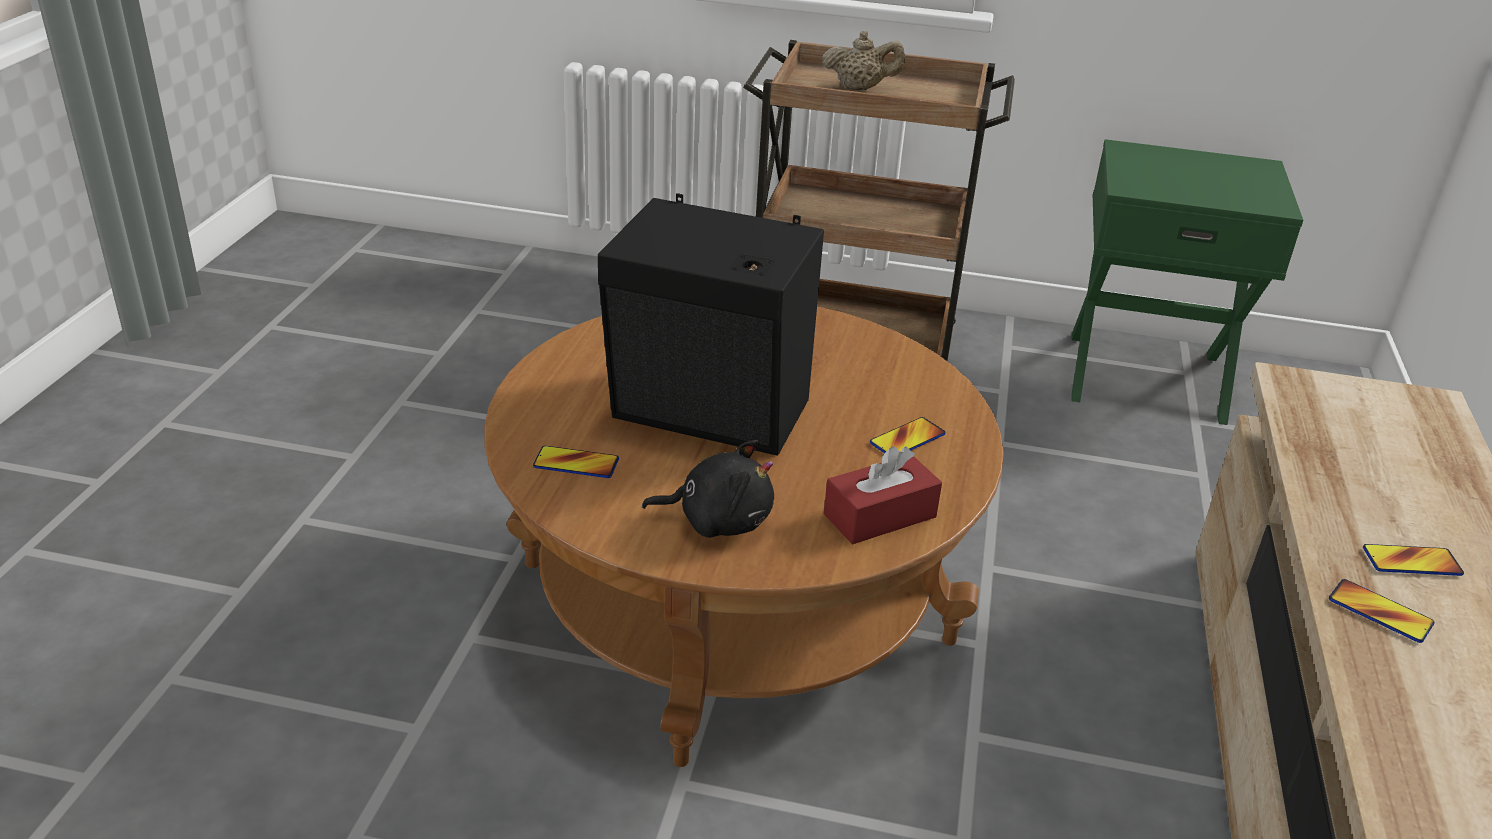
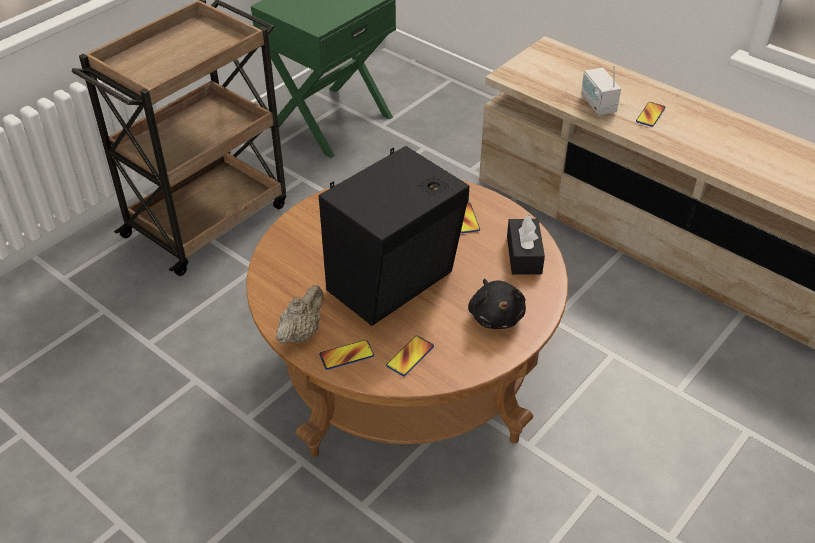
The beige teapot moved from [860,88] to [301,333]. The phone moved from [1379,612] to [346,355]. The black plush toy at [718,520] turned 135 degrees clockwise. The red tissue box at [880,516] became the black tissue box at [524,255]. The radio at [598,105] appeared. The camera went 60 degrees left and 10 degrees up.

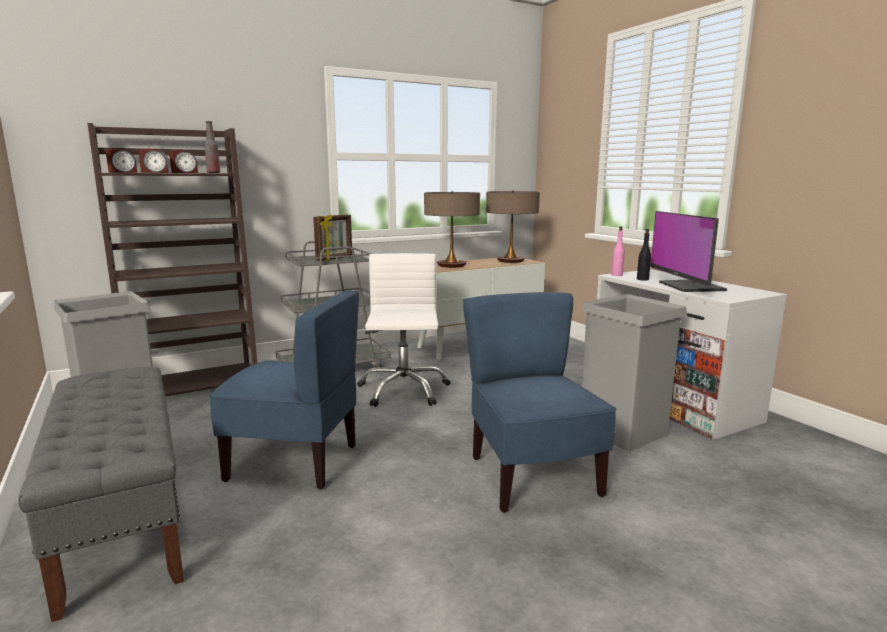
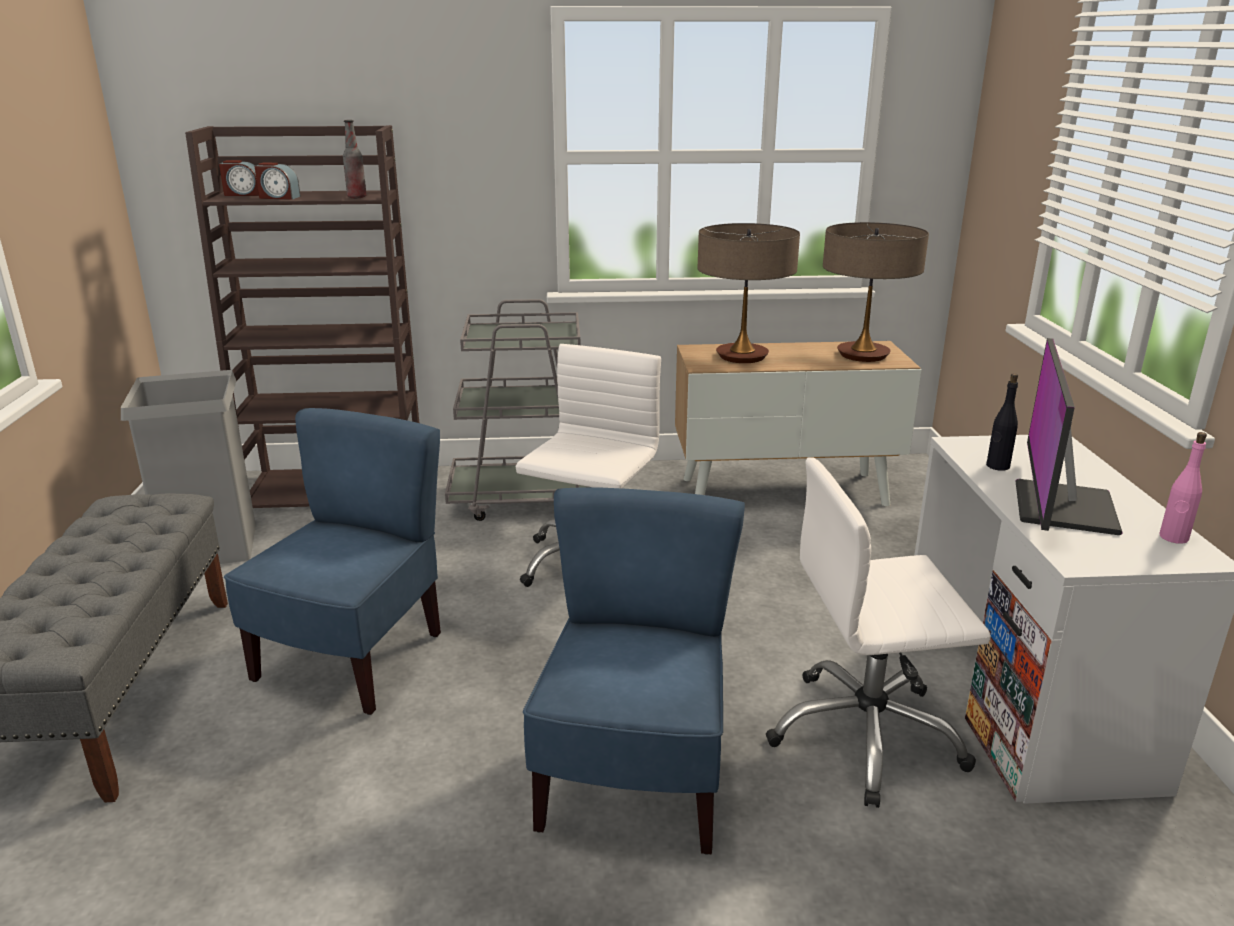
The blue chair at [294,461] turned 105 degrees counterclockwise. The grey trash can at [622,430] was replaced by the white office chair at [866,736]. The pink bottle moved from [617,275] to [1173,537]. The alarm clock at [184,172] disappeared. The picture frame at [335,259] disappeared. The camera went 25 degrees right and 10 degrees up.

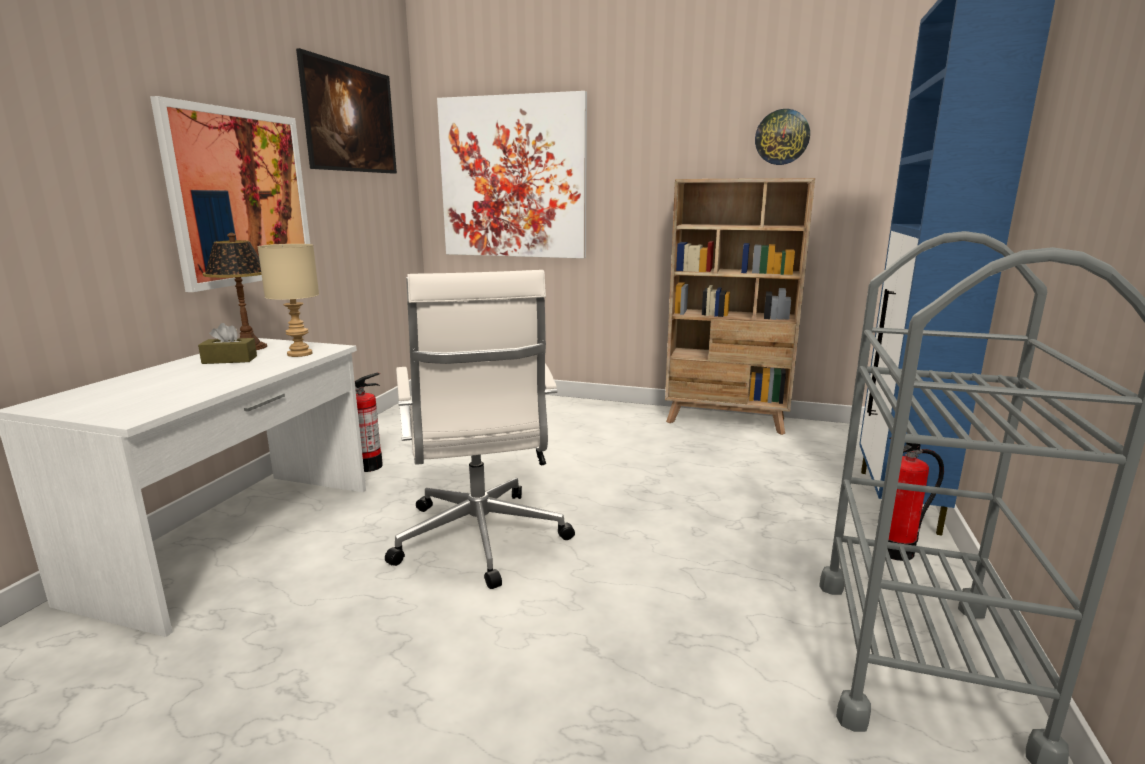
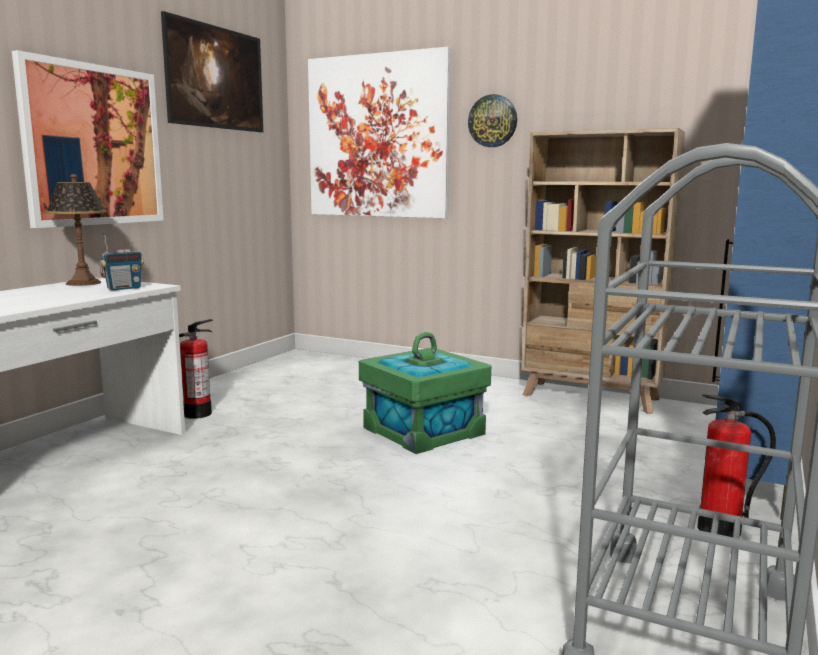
The beige table lamp at [300,353] was replaced by the radio at [123,288]. The green storage box at [424,431] appeared. The wall clock moved from [782,137] to [492,121]. The brown tissue box at [230,360] disappeared. The white office chair at [480,540] disappeared. The camera went 10 degrees right and 5 degrees down.

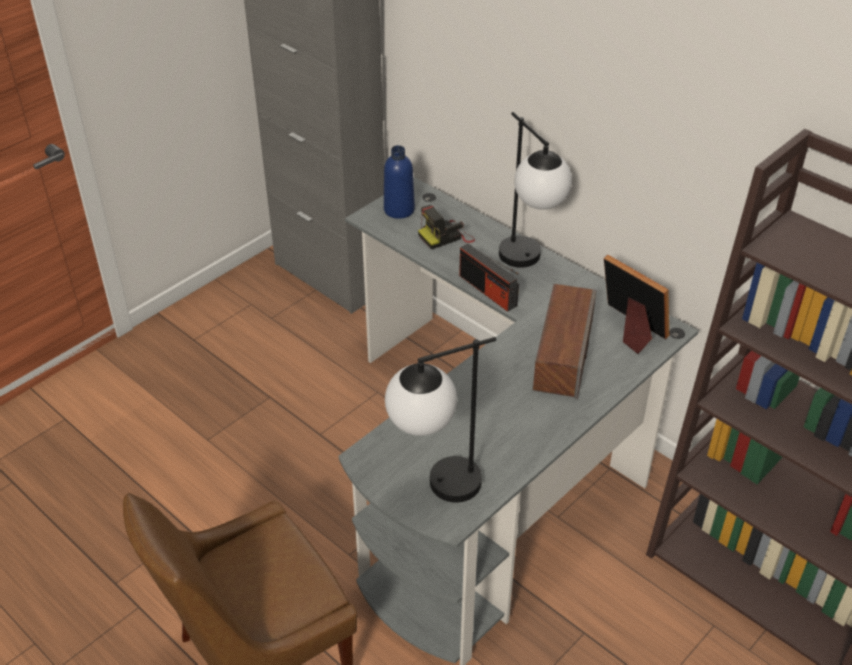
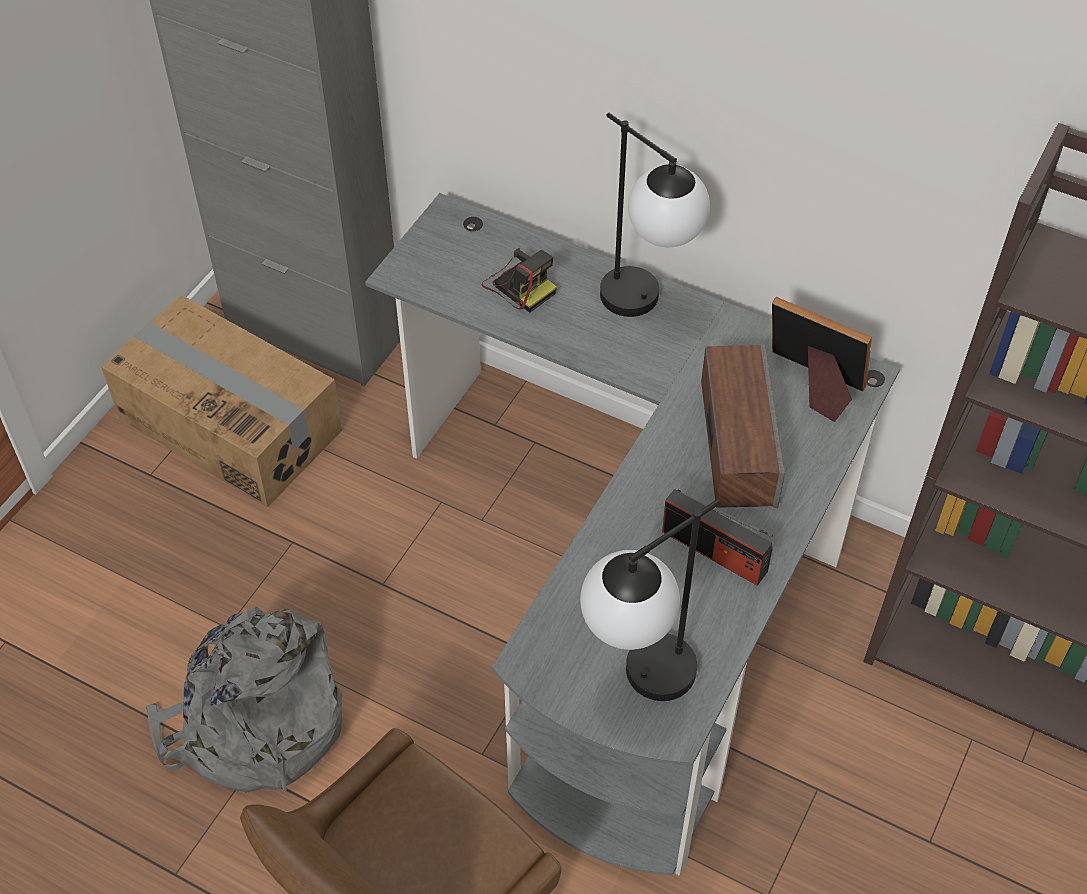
The cardboard box at [231,423] appeared. The grey backpack at [255,726] appeared. The photo camera at [446,236] turned 90 degrees counterclockwise. The radio moved from [488,290] to [714,552]. The blue bottle at [399,210] disappeared. The camera went 15 degrees left and 10 degrees up.

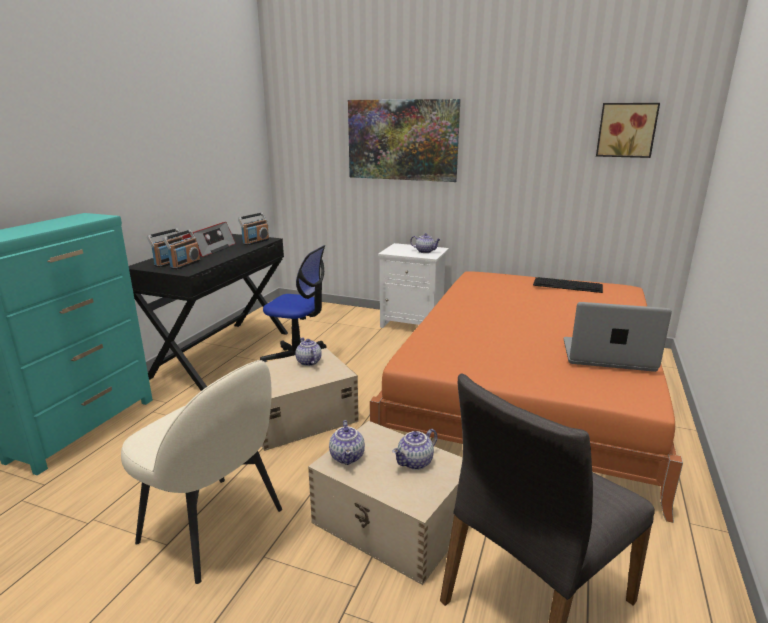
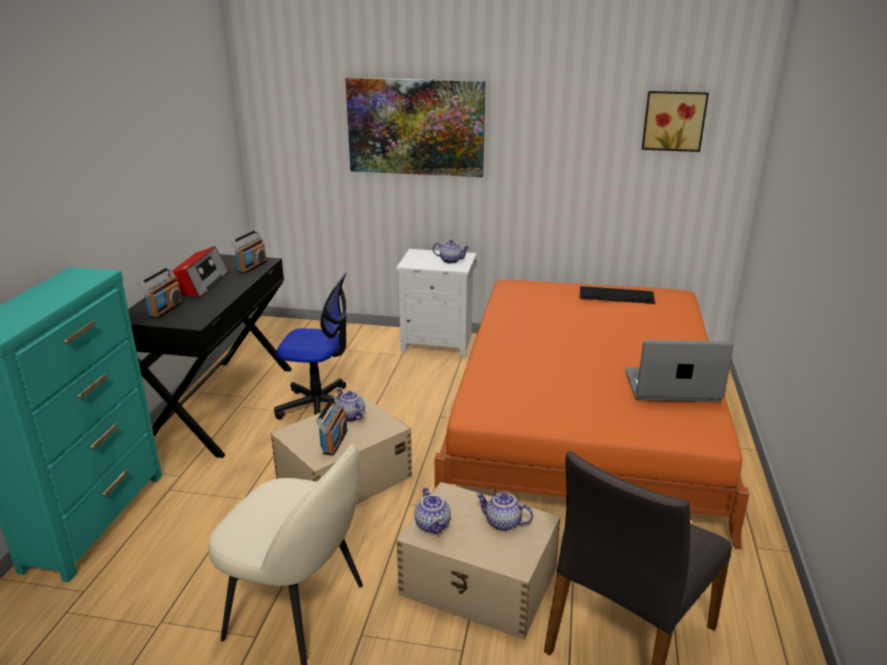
The radio moved from [185,264] to [334,442]. The teapot at [415,463] turned 75 degrees clockwise. The camera went 10 degrees left and 5 degrees up.

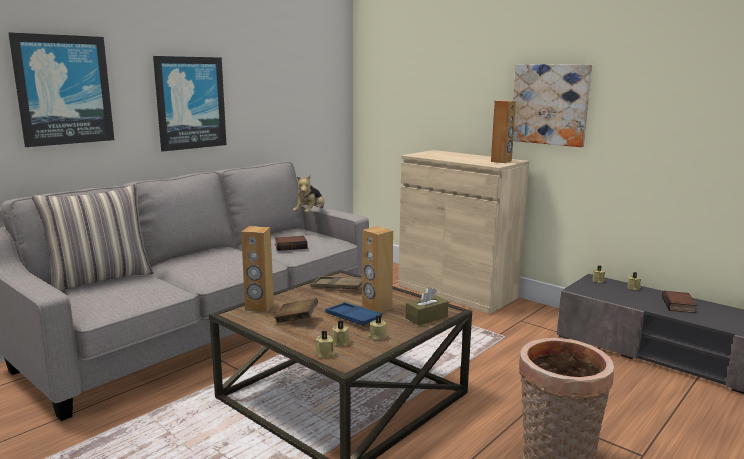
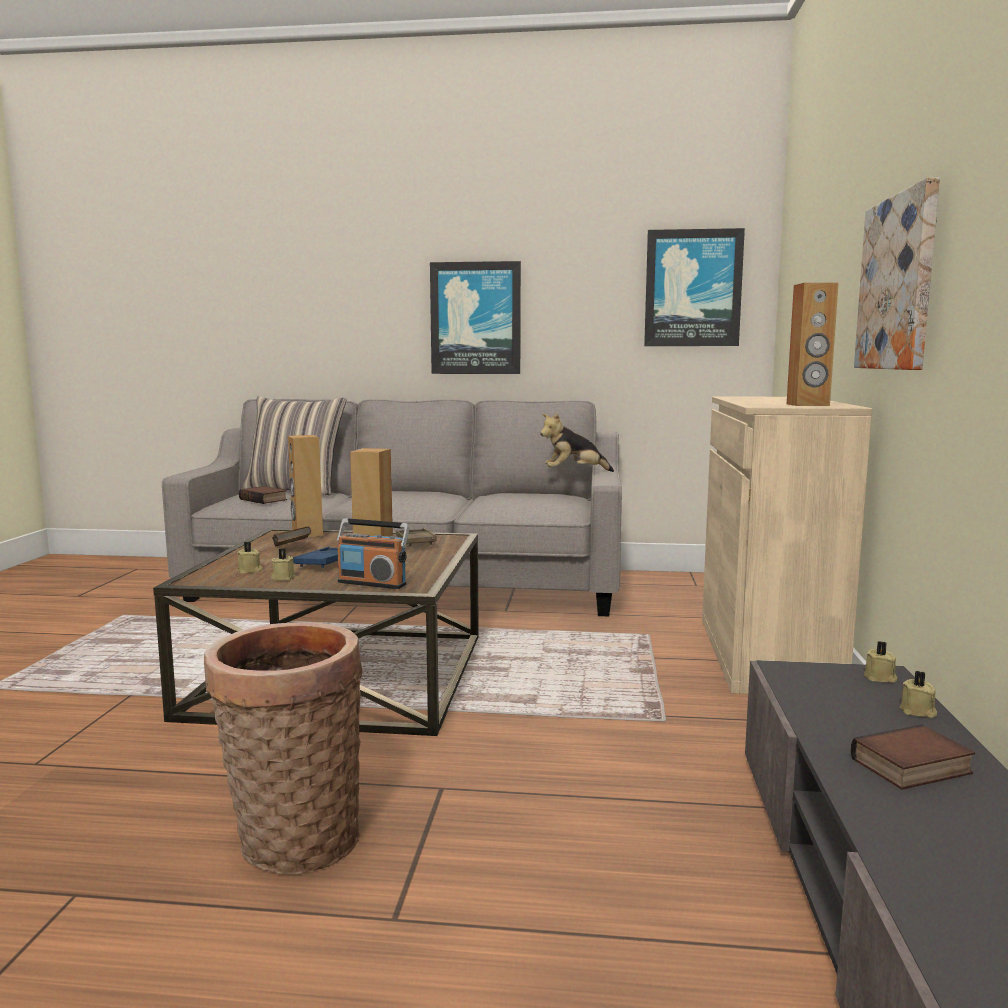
The book moved from [291,246] to [265,499]. The brown tissue box at [426,317] was replaced by the radio at [372,583]. The picture moved from [64,90] to [693,288]. The beige candle at [325,353] disappeared. The camera went 55 degrees right and 5 degrees down.

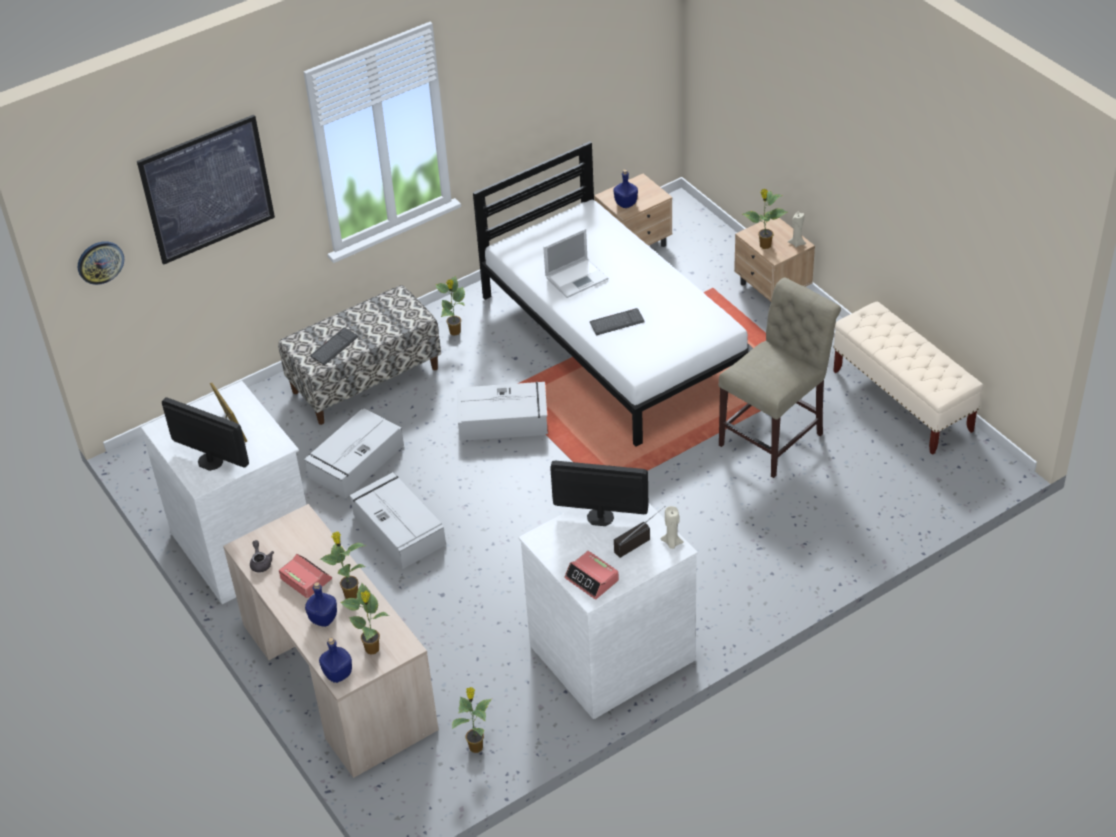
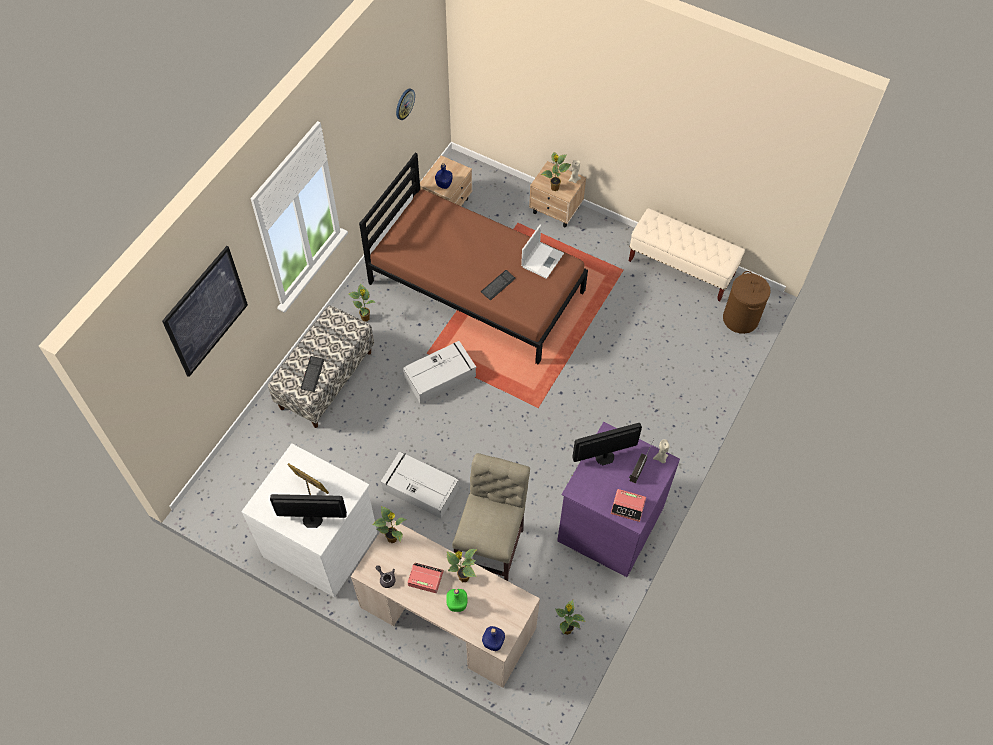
The white bed at [614,340] became the brown bed at [476,287]. The potted plant moved from [373,649] to [393,538]. The wall clock moved from [100,262] to [404,103]. The blue bottle at [324,619] became the green bottle at [457,604]. The beige chair moved from [775,436] to [491,546]. The laptop moved from [577,277] to [542,259]. The white dresser at [610,651] became the purple dresser at [609,523]. The brown laundry basket at [740,319] appeared. The grey storage box at [355,462] disappeared. The camera went 30 degrees left and 15 degrees up.

